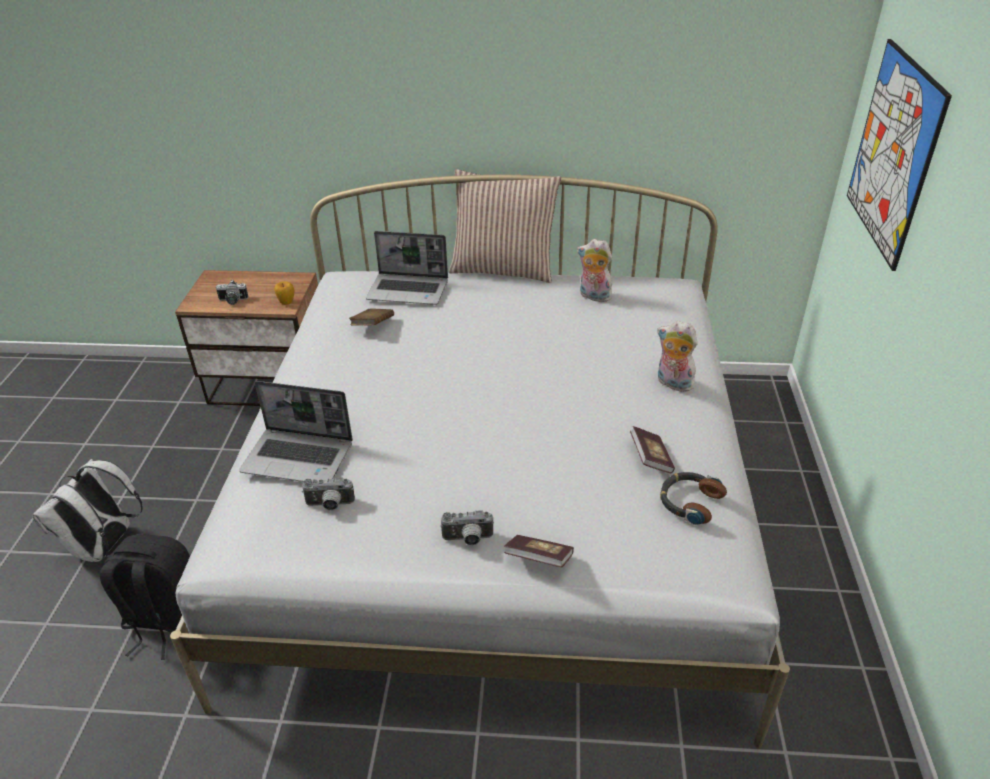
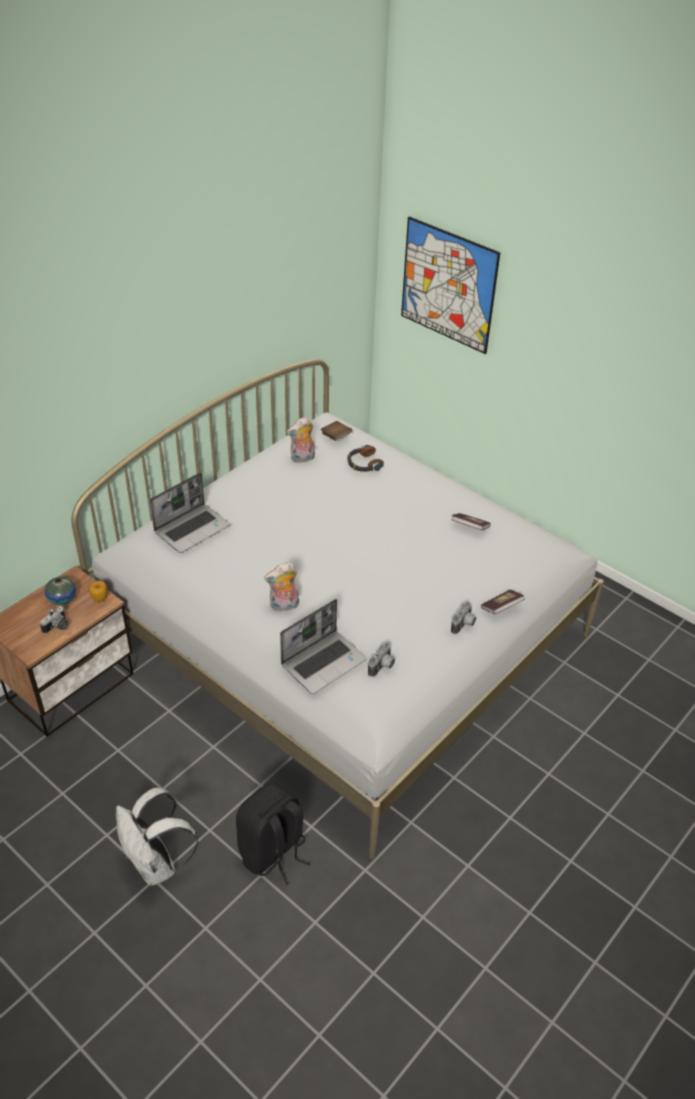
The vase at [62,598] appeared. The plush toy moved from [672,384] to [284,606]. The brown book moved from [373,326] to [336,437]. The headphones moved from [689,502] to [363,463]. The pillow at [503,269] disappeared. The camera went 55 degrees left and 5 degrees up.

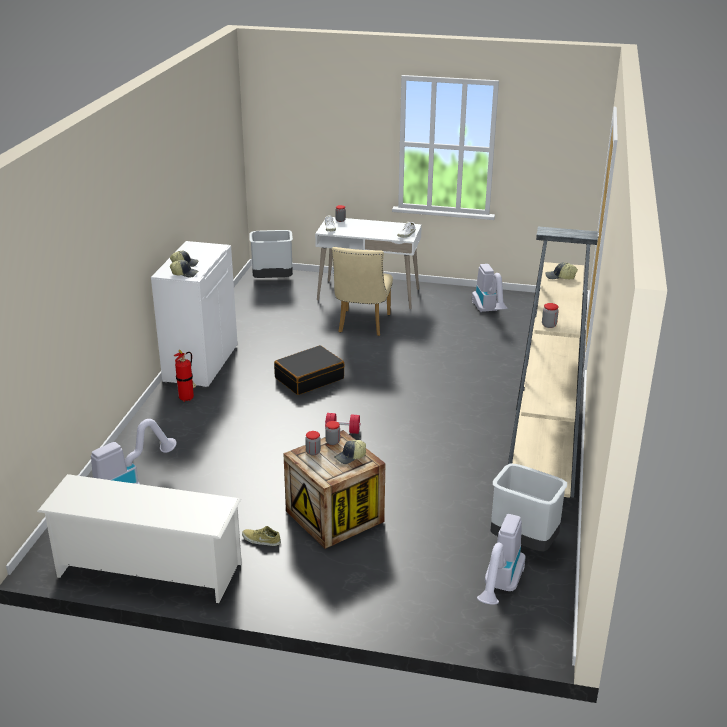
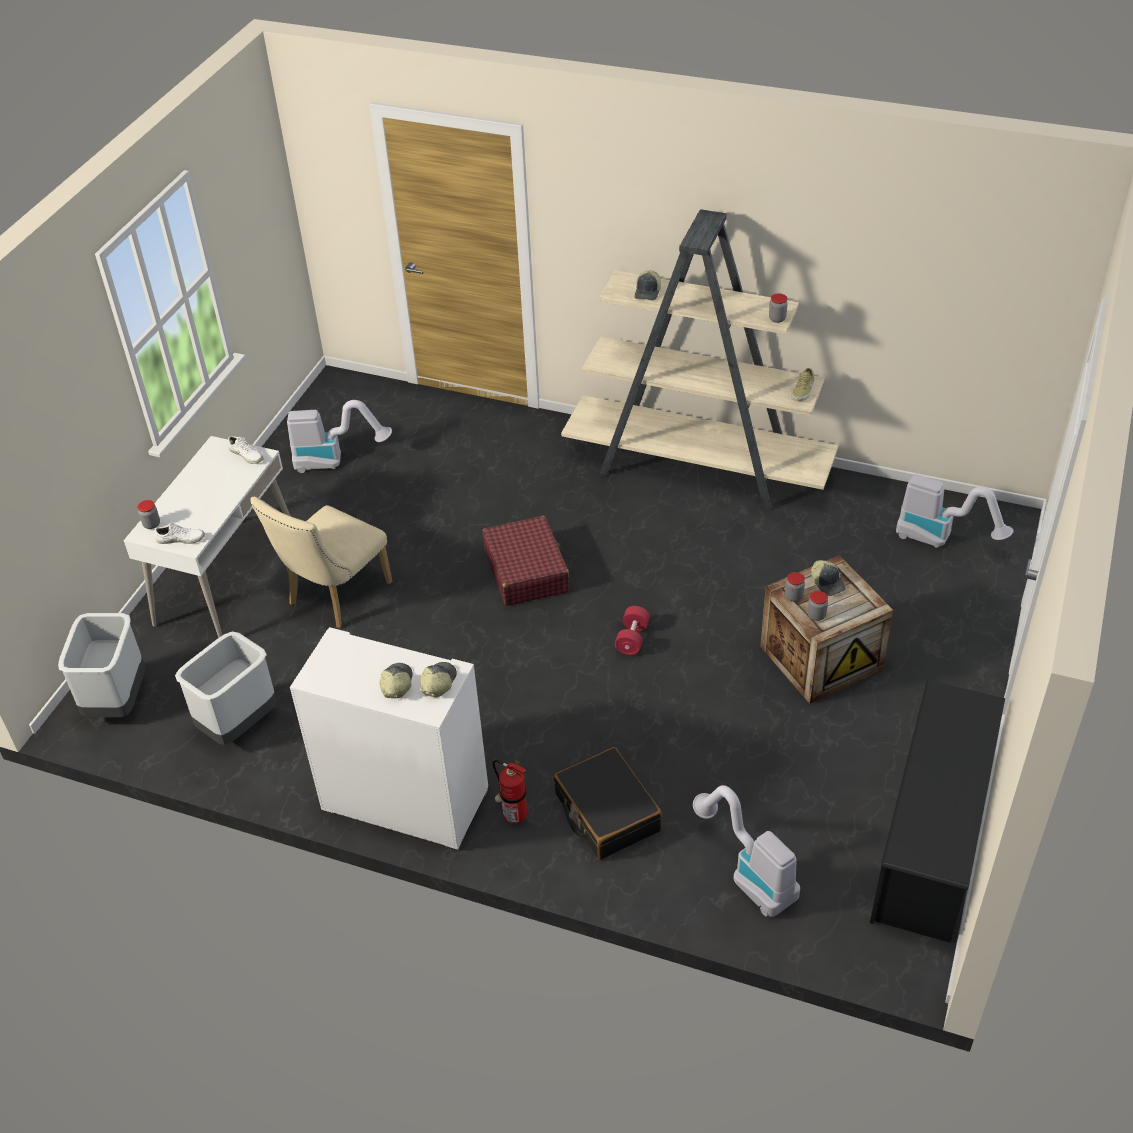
The grey trash can moved from [522,543] to [239,725]. The beige chair at [362,325] turned 105 degrees clockwise. The red suitcase at [526,571] appeared. The black suitcase moved from [309,378] to [606,813]. The beige shoe moved from [261,540] to [803,391]. The white shoe rack at [148,570] became the black shoe rack at [930,842]. The camera went 80 degrees left and 15 degrees up.

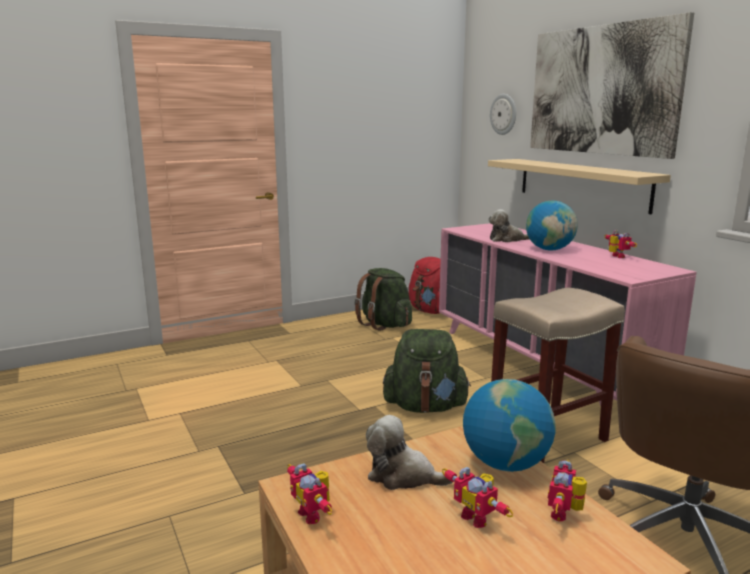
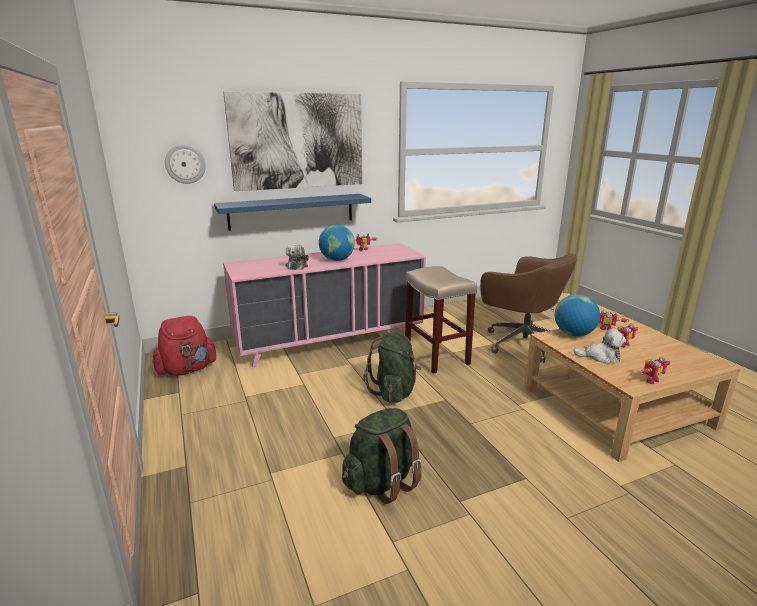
The beige shelf at [581,184] became the blue shelf at [292,211]. The green backpack moved from [384,325] to [382,482]. The plush toy at [403,476] turned 105 degrees counterclockwise. The camera went 85 degrees left and 5 degrees up.

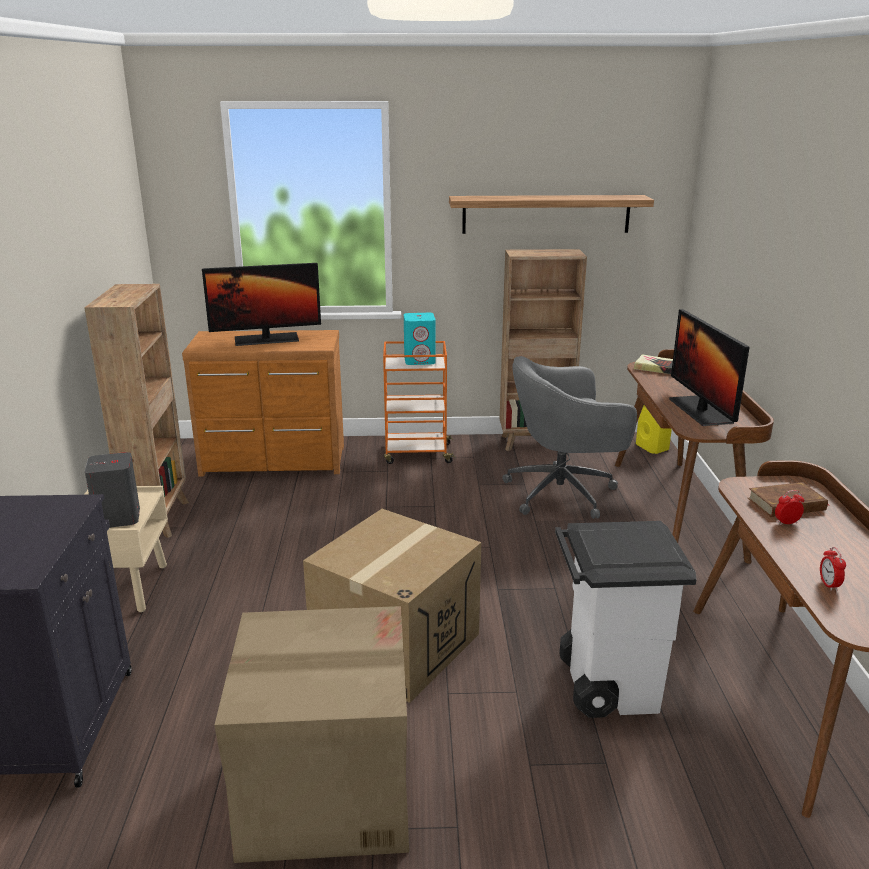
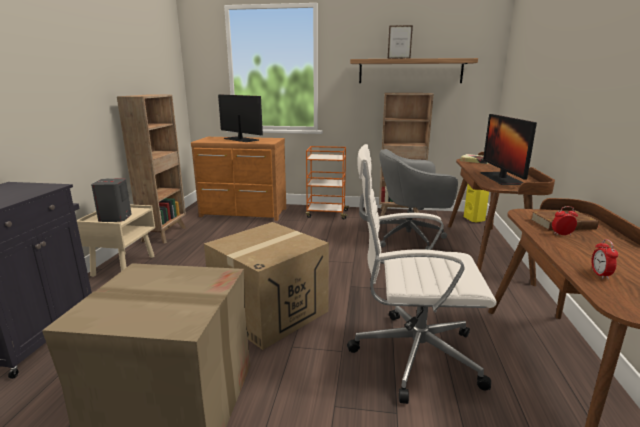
The monitor at [266,339] turned 135 degrees counterclockwise. The white trash can at [607,685] was replaced by the white office chair at [412,354]. The picture frame at [399,58] appeared. The turquoise speaker at [420,360] disappeared. The camera went 10 degrees right and 5 degrees down.

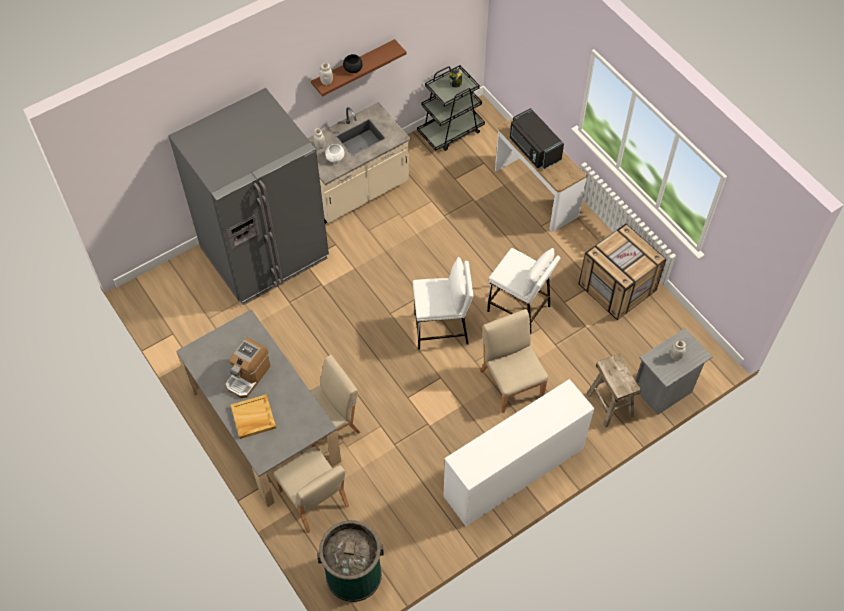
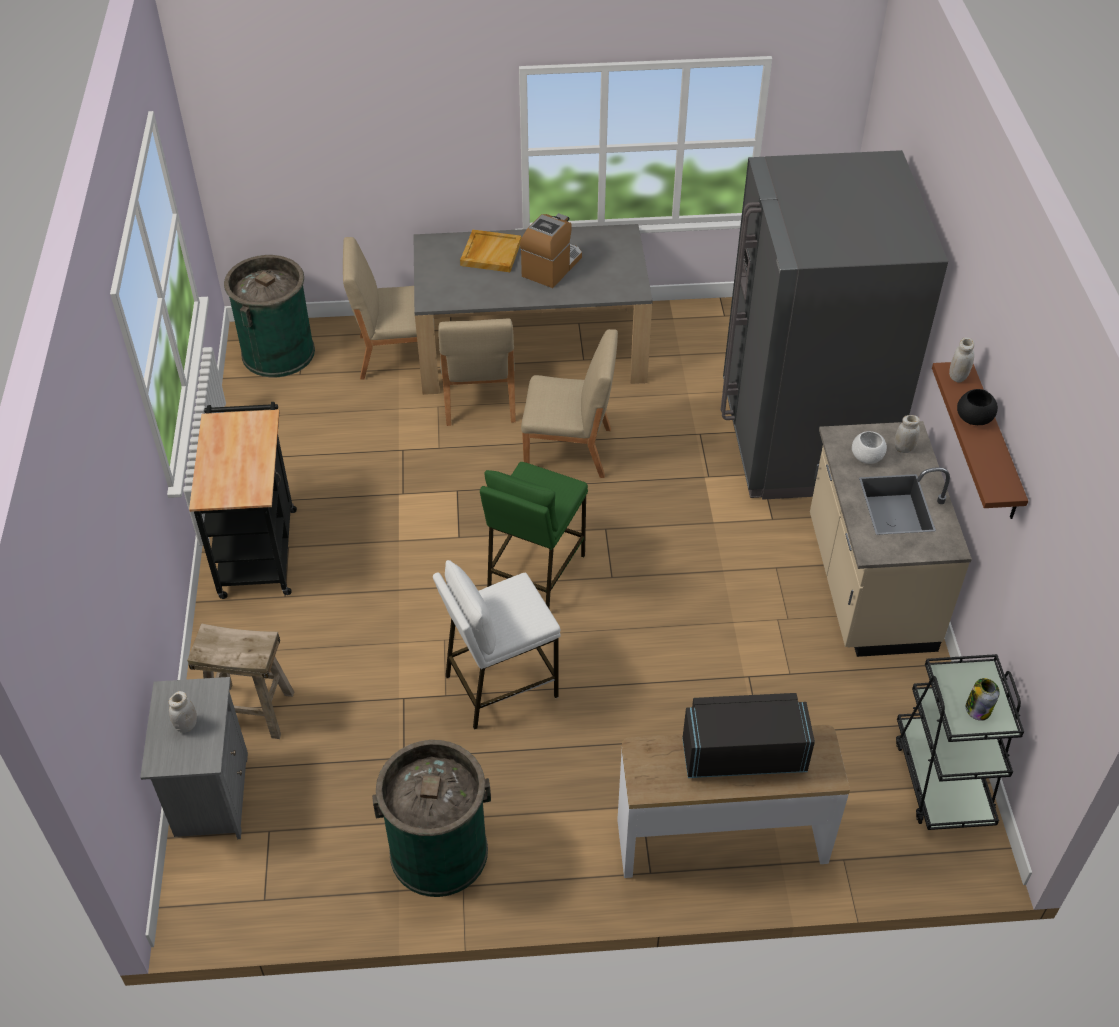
The white dresser at [513,472] was replaced by the black cart at [258,546]. The crate at [618,286] was replaced by the green trash can at [439,851]. The white stool at [441,329] became the green stool at [534,573]. The coffee machine at [248,376] turned 60 degrees clockwise. The beige chair moved from [511,382] to [569,450]. The camera went 120 degrees right and 10 degrees down.

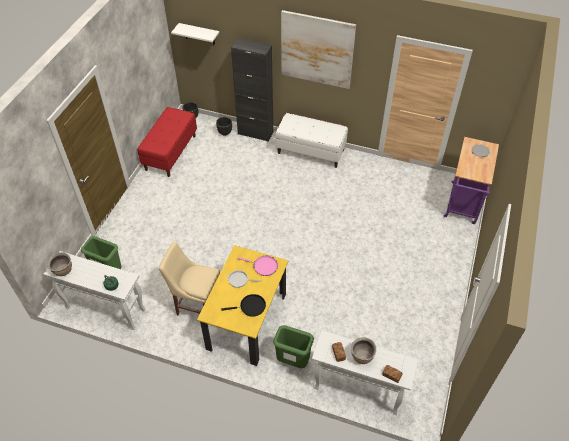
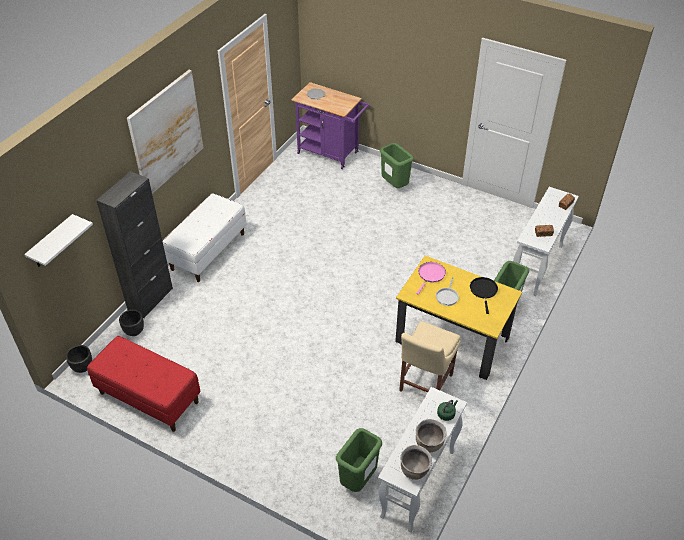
The green trash can at [395,186] appeared. The brown cooking pot moved from [362,357] to [429,444]. The camera went 80 degrees left and 5 degrees down.

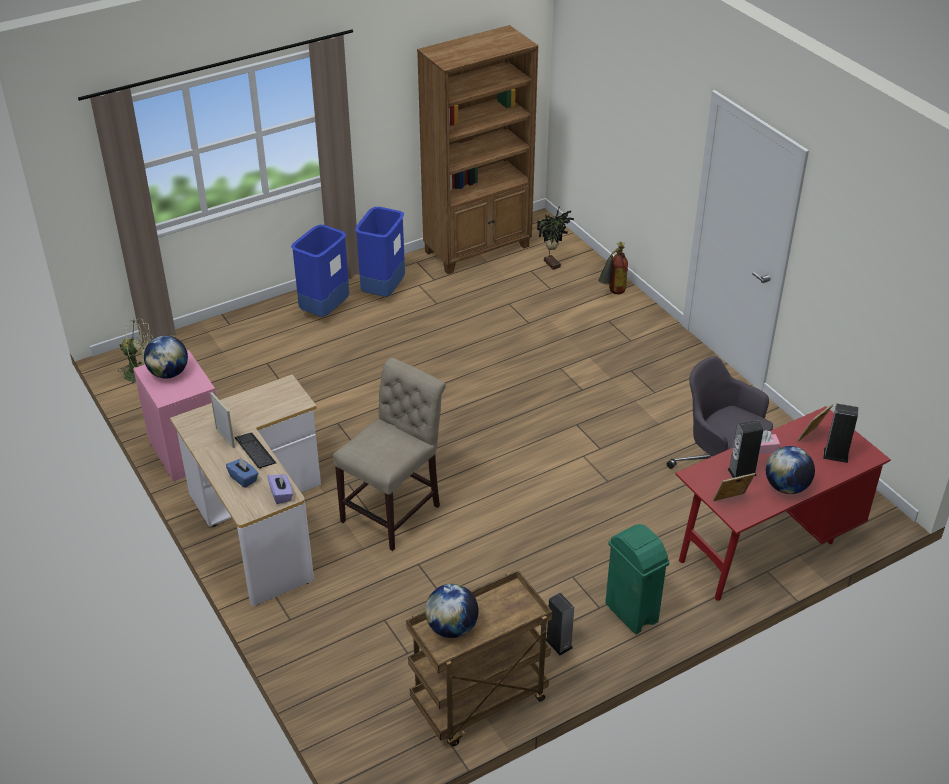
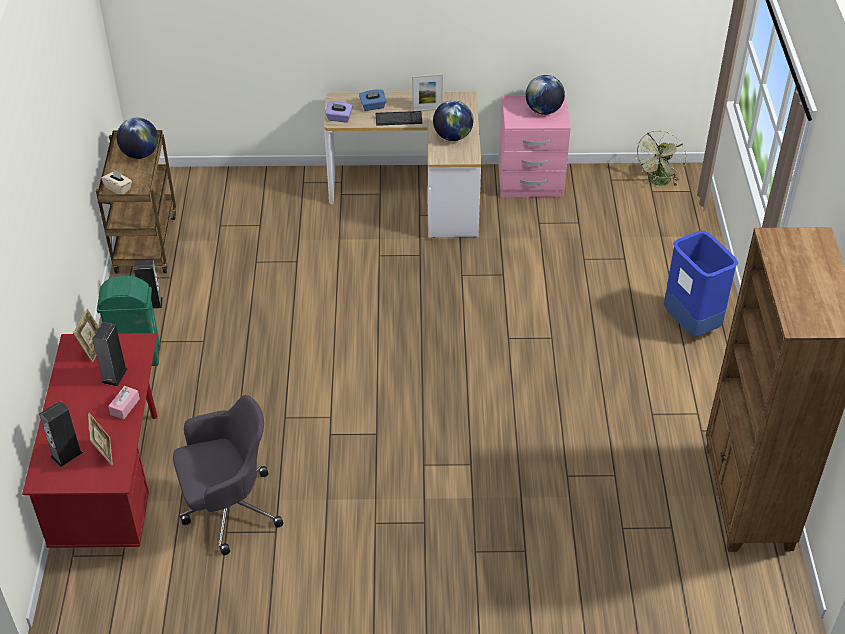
The beige tissue box at [118,188] appeared. The globe moved from [786,487] to [452,136]. The beige chair at [395,510] disappeared. The blue trash can at [383,290] disappeared. The potted plant at [553,263] disappeared. The fire extinguisher at [612,293] disappeared. The camera went 120 degrees right and 5 degrees up.

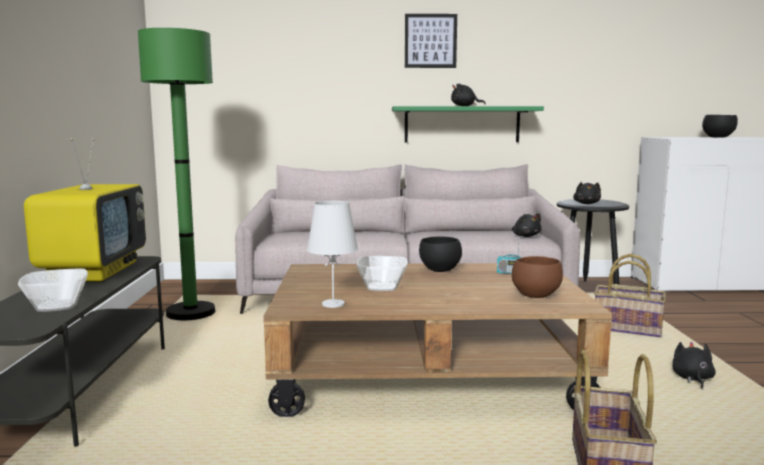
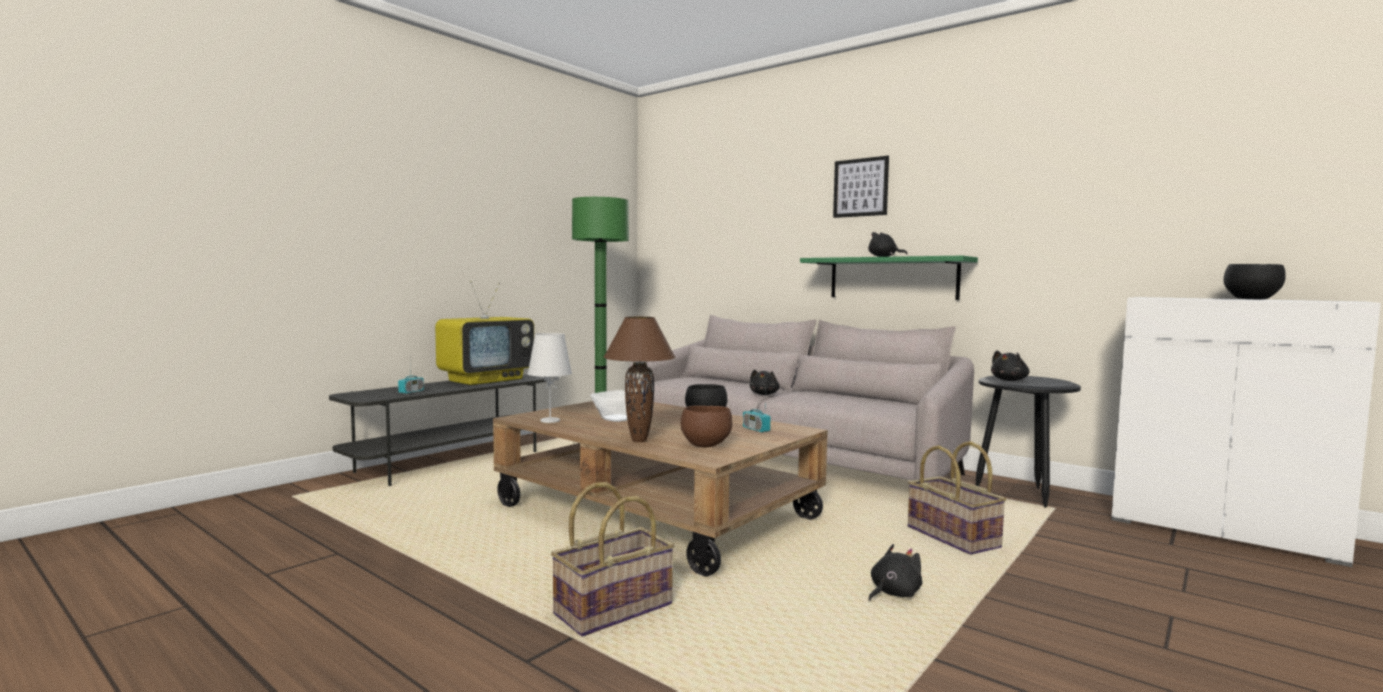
The bowl at [56,306] was replaced by the radio at [411,392]. The brown table lamp at [638,441] appeared. The black plush toy moved from [526,236] to [764,394]. The camera went 40 degrees right and 5 degrees down.

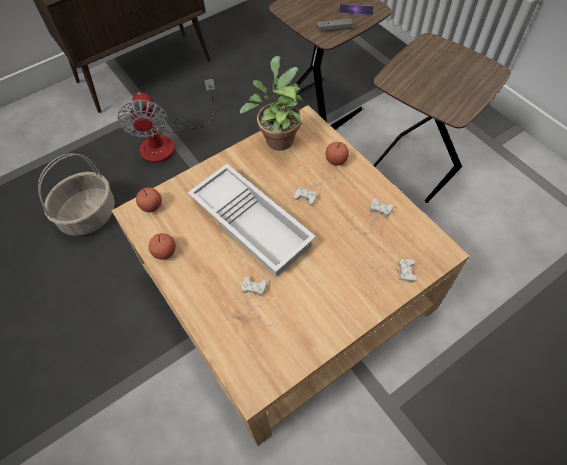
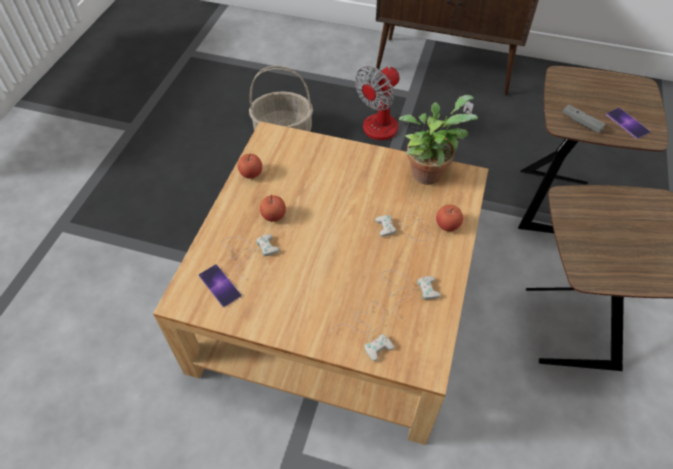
The phone at [219,285] appeared. The apple moved from [151,206] to [273,215]. The white tray at [253,223] disappeared. The camera went 50 degrees right and 5 degrees down.

